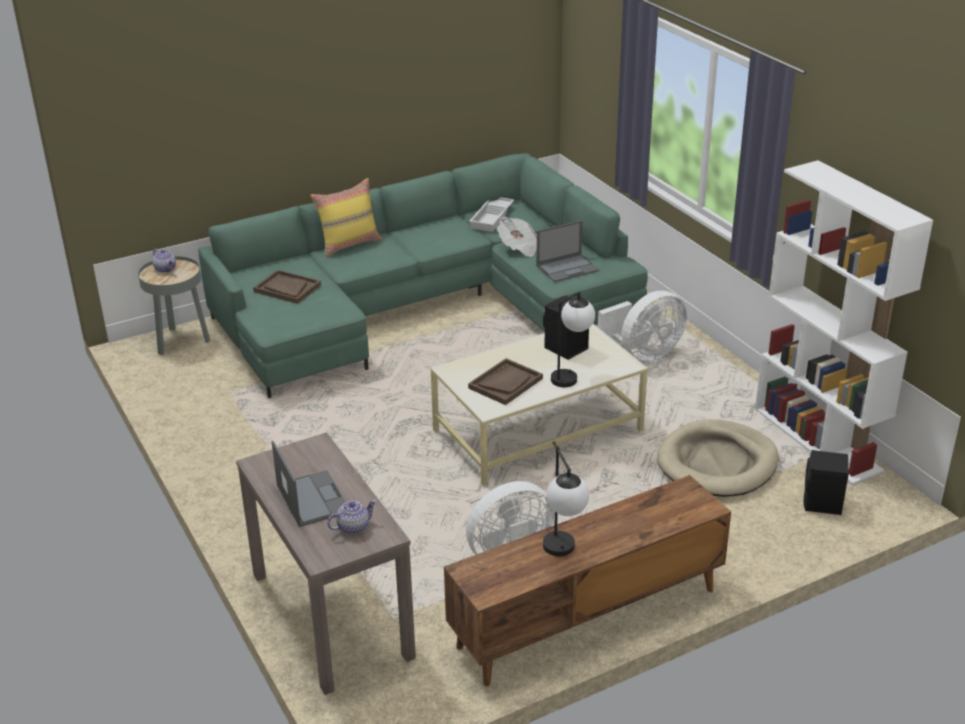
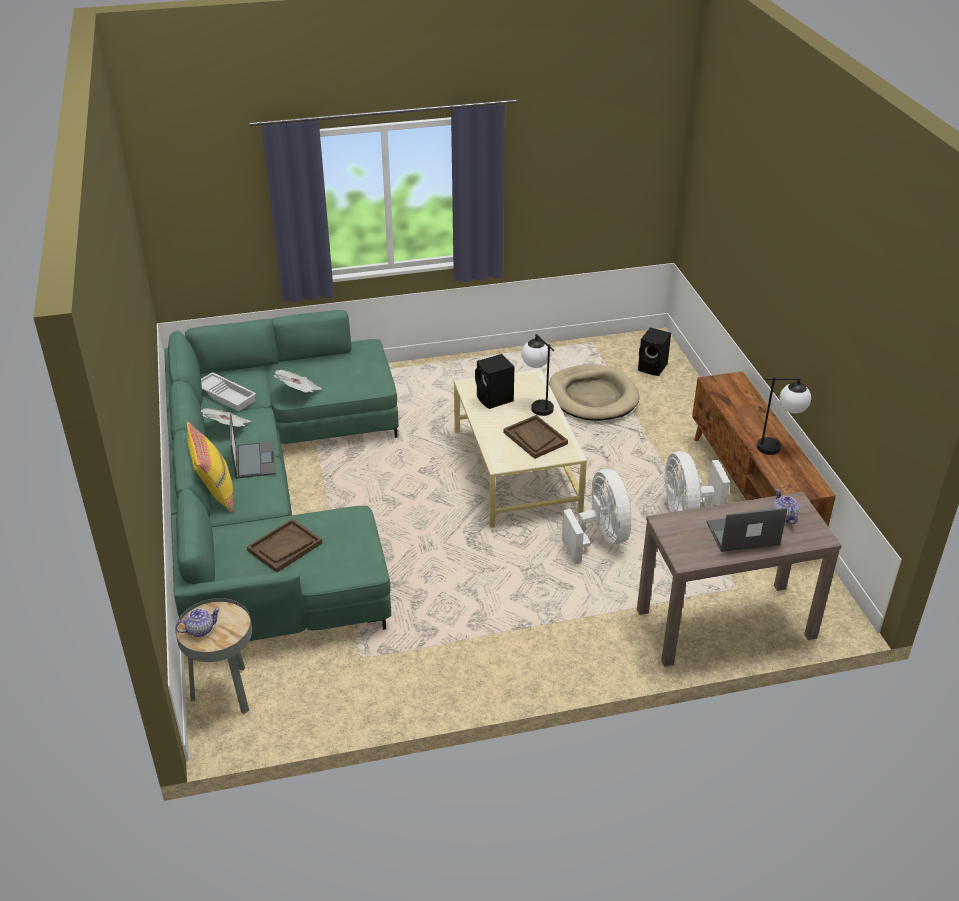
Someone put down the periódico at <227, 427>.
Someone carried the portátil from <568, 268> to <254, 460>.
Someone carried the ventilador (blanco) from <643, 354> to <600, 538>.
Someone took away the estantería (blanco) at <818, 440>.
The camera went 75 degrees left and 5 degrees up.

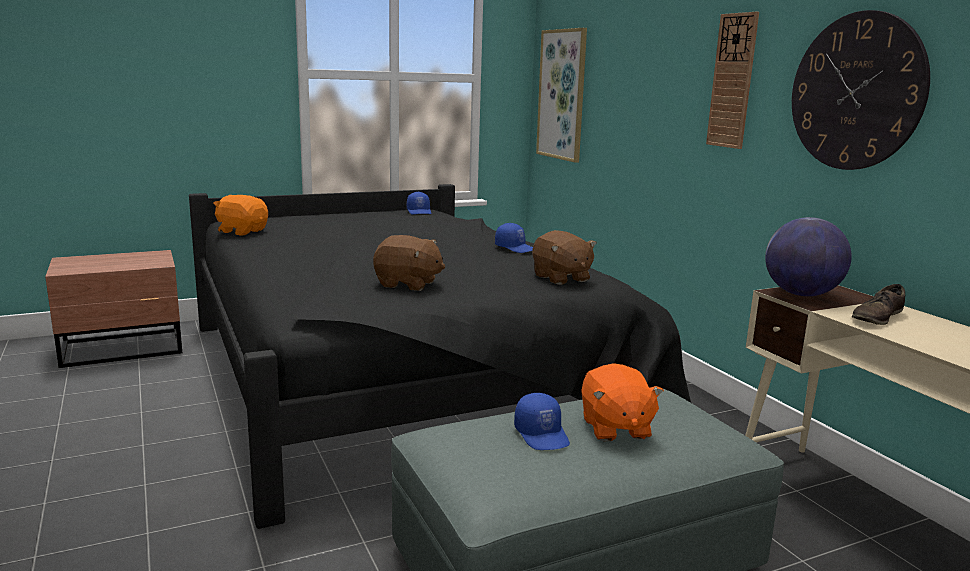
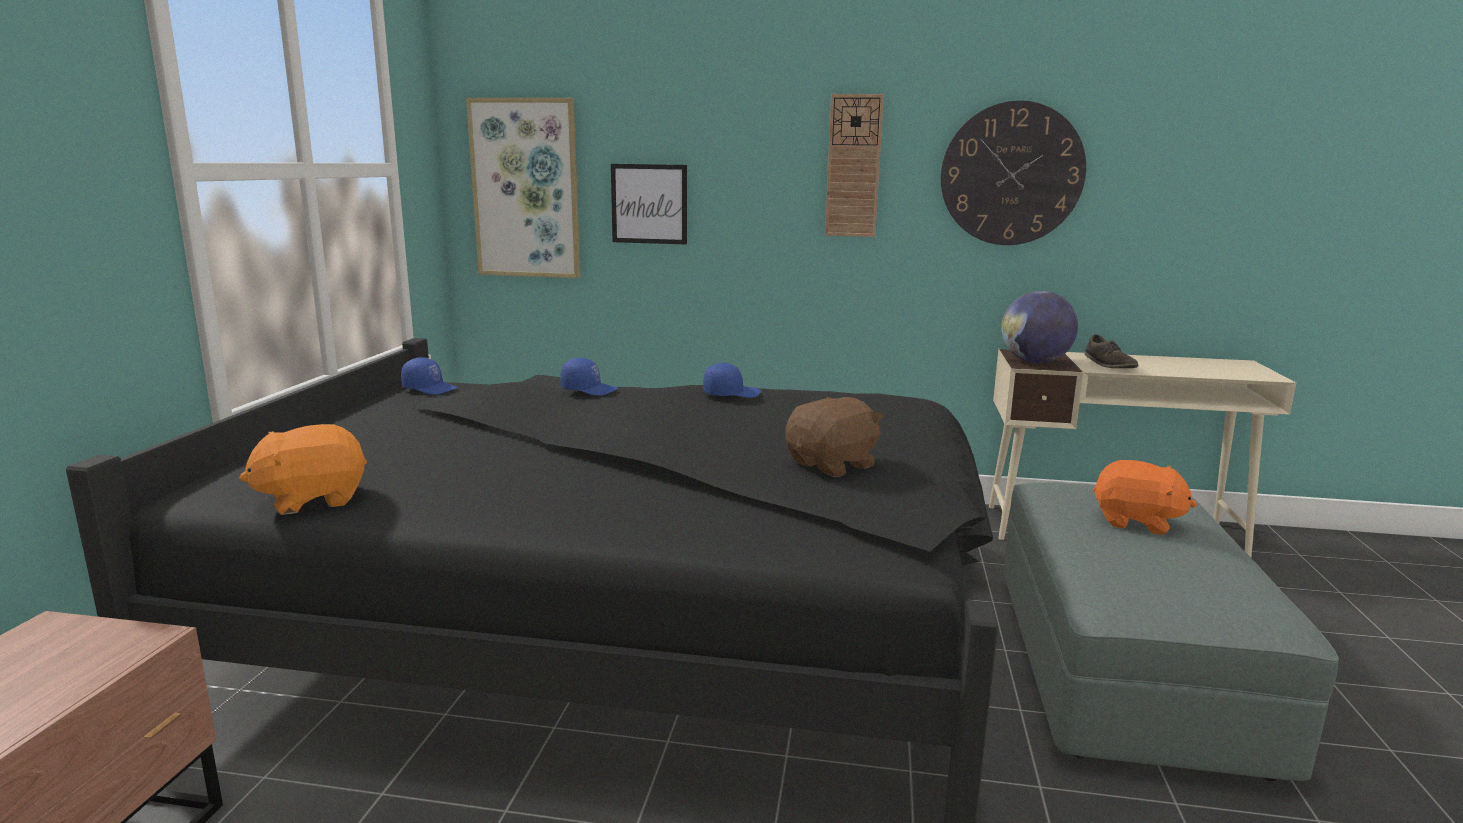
Someone carried the gorra (azul) from <542, 435> to <589, 389>.
Someone put up the cuadro at <649, 204>.
Someone took away the peluche (marrón) at <561, 278>.
The camera went 55 degrees left and 0 degrees up.

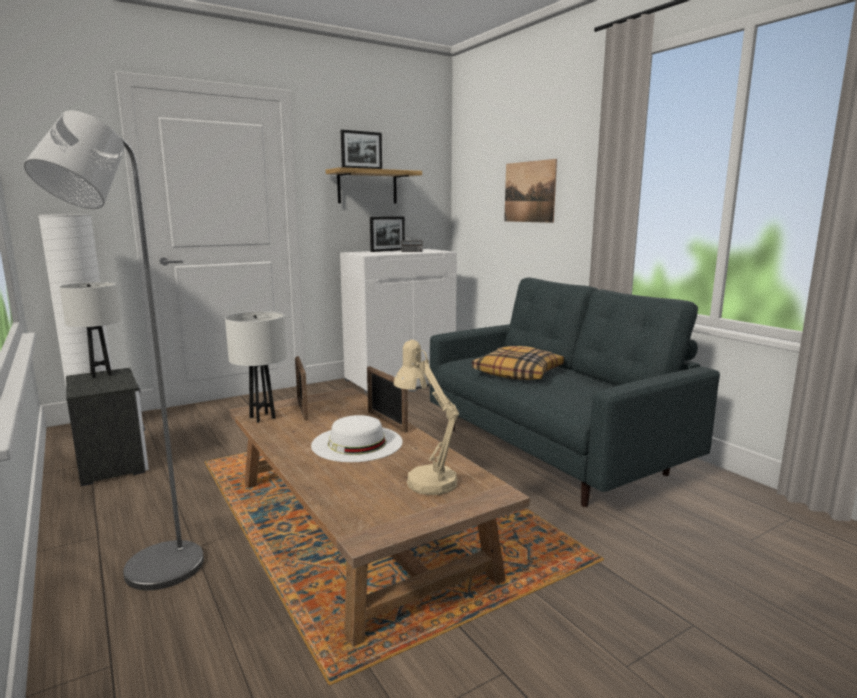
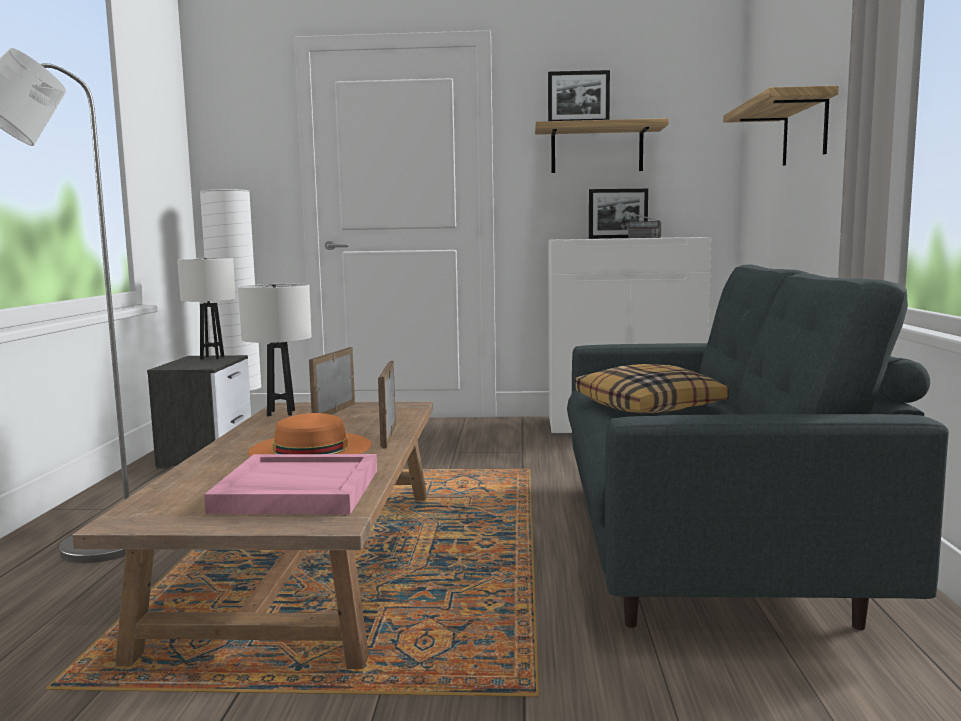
Someone swapped the lámpara de mesa (beis) at <426, 478> for the bandeja (rosa) at <296, 491>.
Someone repainted the sombrero (blanco) at <357, 443>, which became the sombrero (naranja) at <310, 448>.
Someone swapped the cuadro at <529, 192> for the estante at <805, 130>.
The camera went 35 degrees right and 5 degrees down.

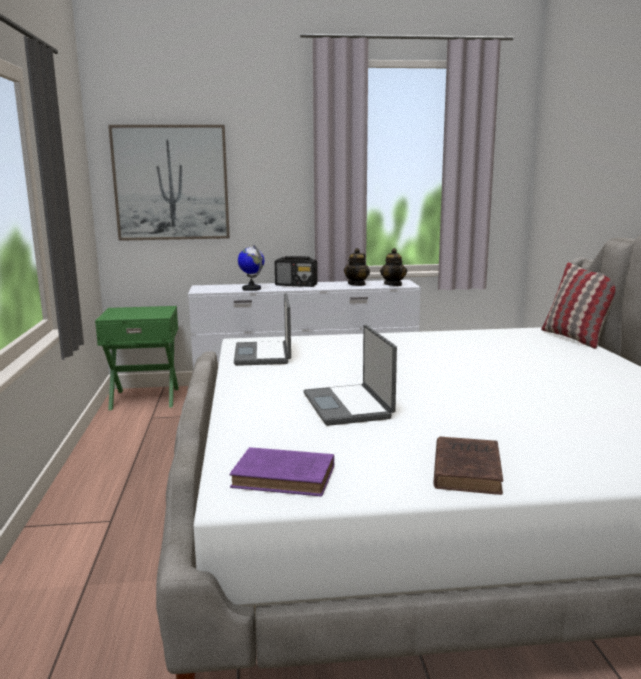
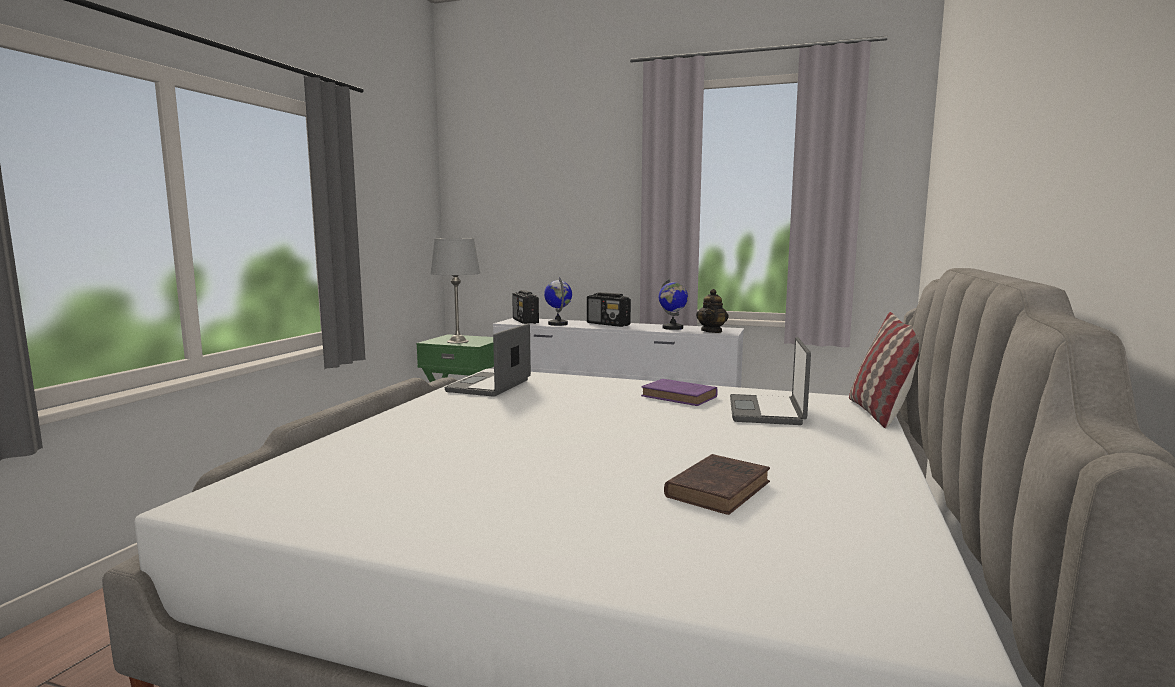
Someone put down the lámpara de mesa (gris) at <458, 341>.
Someone put down the radio at <525, 321>.
Someone carried the libro (morado) from <286, 477> to <680, 397>.
Someone swapped the tetera at <357, 284> for the globo terráqueo at <672, 328>.
Someone carried the libro (marrón) from <466, 469> to <719, 488>.
Someone carried the portátil from <349, 406> to <767, 411>.
Someone took away the cuadro at <171, 183>.
The camera went 25 degrees right and 5 degrees down.

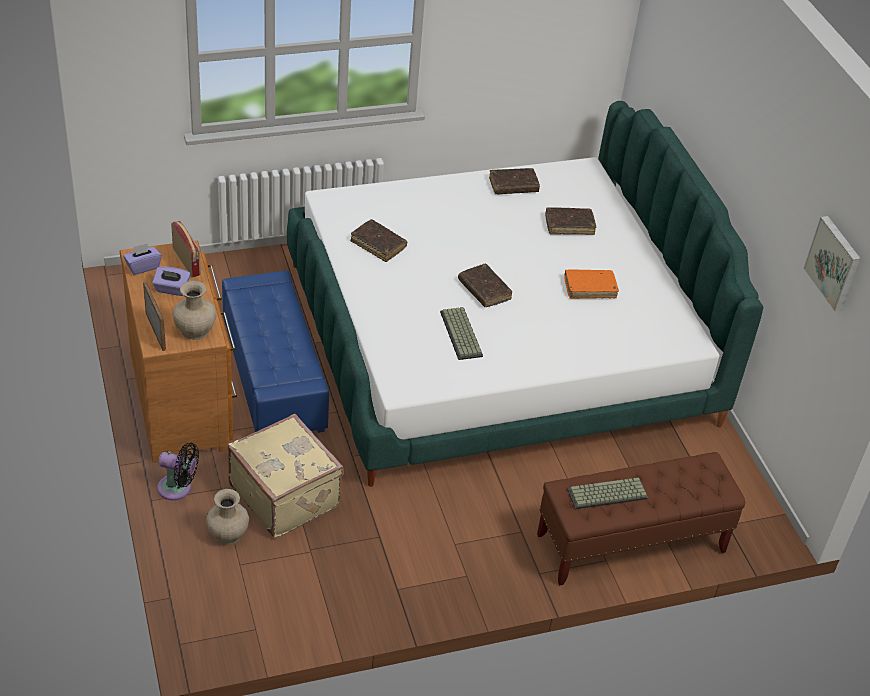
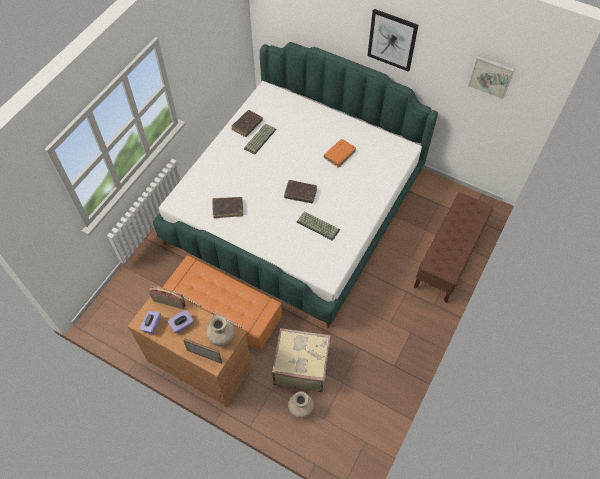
Someone repainted the puf (azul) at <274, 375>, which became the puf (naranja) at <225, 310>.
Someone carried the teclado from <607, 495> to <260, 139>.
Someone put up the cuadro at <392, 40>.
Someone took away the ventilador (negro) at <178, 488>.
Someone took away the libro (marrón) at <569, 225>.
The camera went 40 degrees left and 15 degrees up.

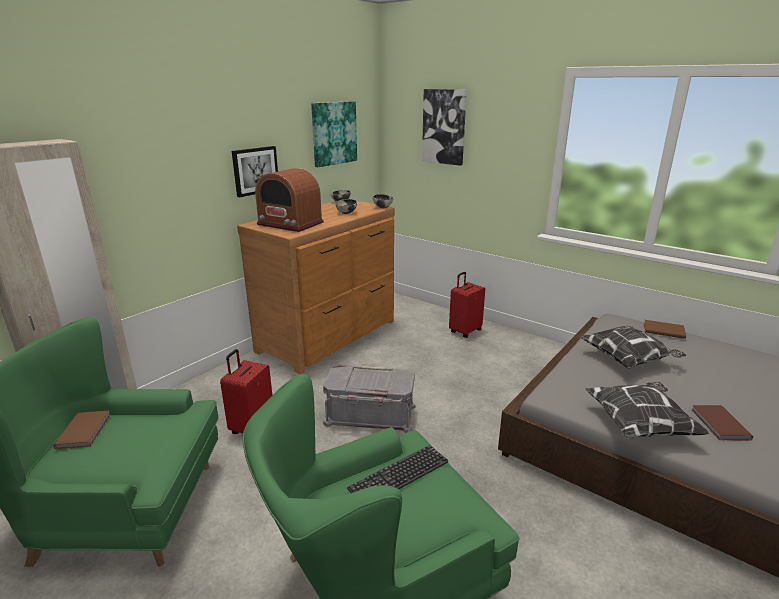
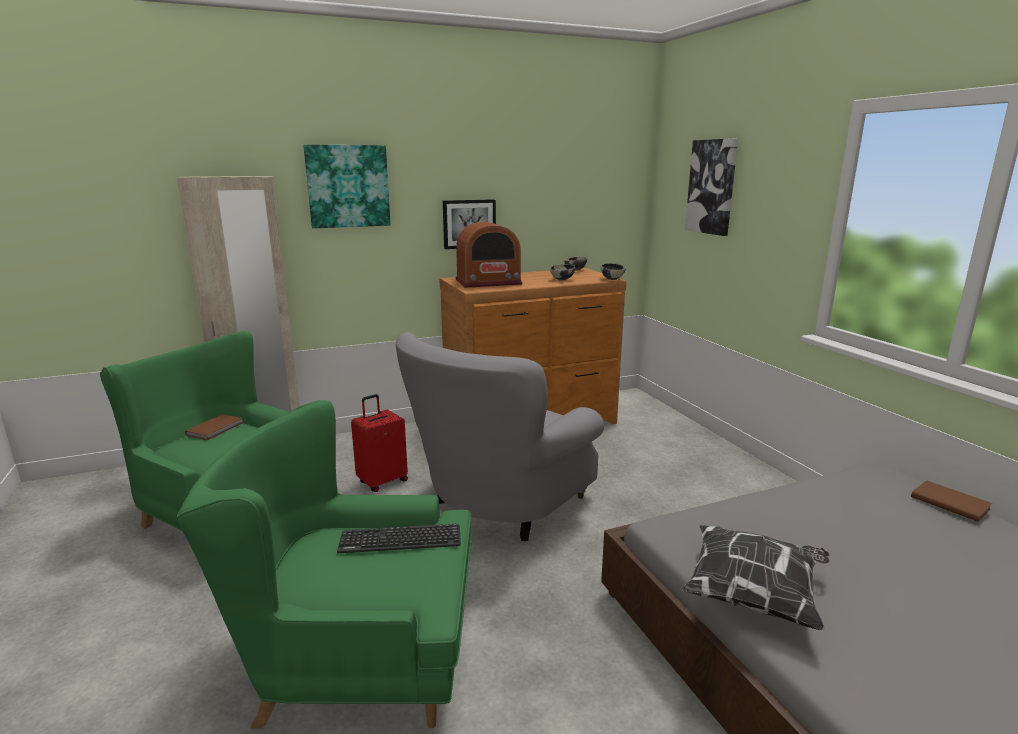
Someone carried the cuadro from <333, 133> to <348, 186>.
Someone swapped the caja de almacenaje (gris) at <370, 415> for the sillón (gris) at <499, 506>.
Someone rotated the radio at <290, 223> by 75 degrees counterclockwise.
Someone took away the maleta (rojo) at <464, 331>.
Someone took away the cojín at <628, 360>.
Someone took away the libro (marrón) at <719, 424>.
The camera went 30 degrees right and 5 degrees down.

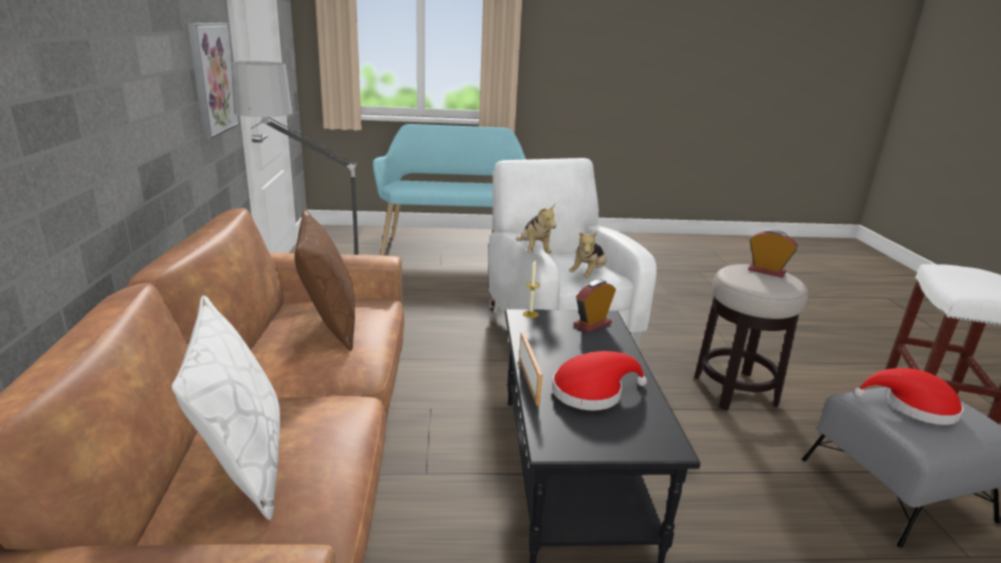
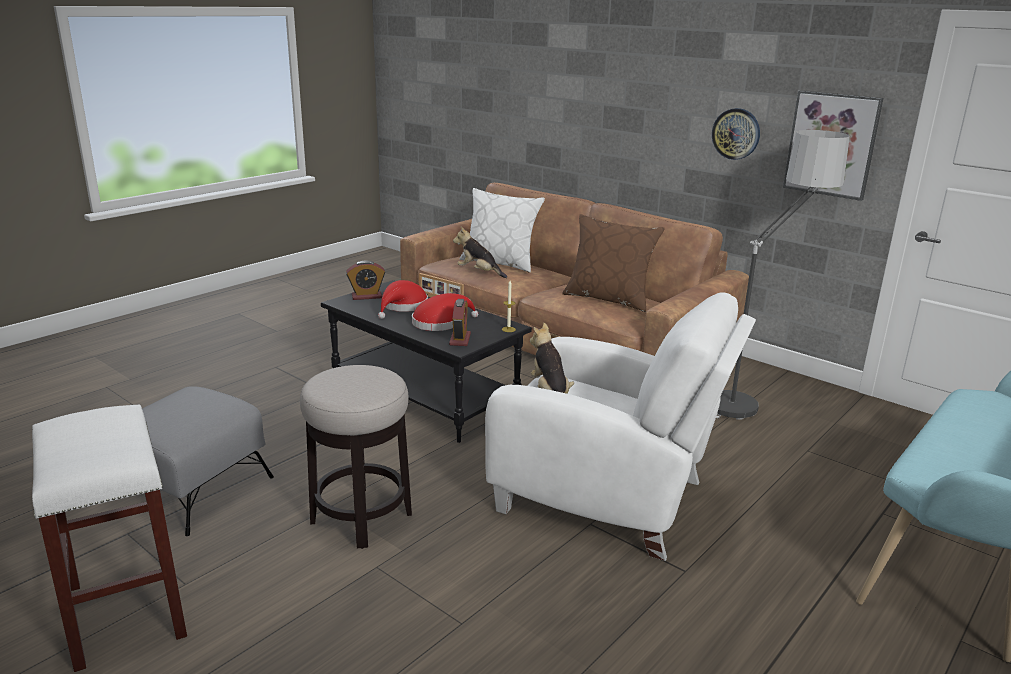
Someone carried the despertador from <766, 271> to <366, 296>.
Someone carried the sombrero (rojo) from <913, 407> to <440, 323>.
Someone carried the peluche from <534, 251> to <479, 272>.
Someone put up the reloj de pared at <736, 134>.
The camera went 135 degrees right and 0 degrees up.

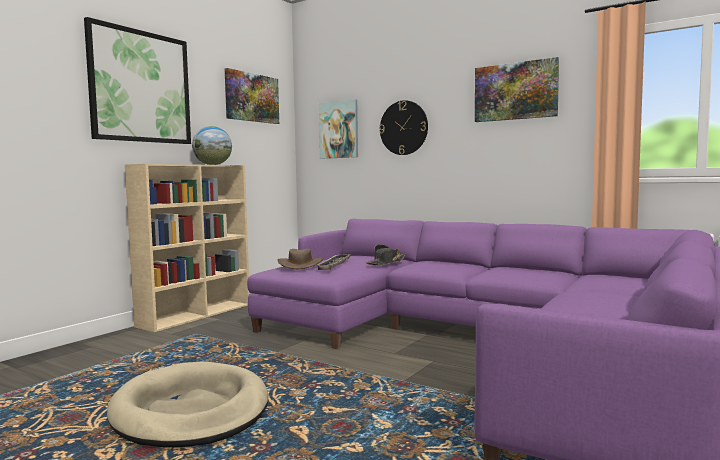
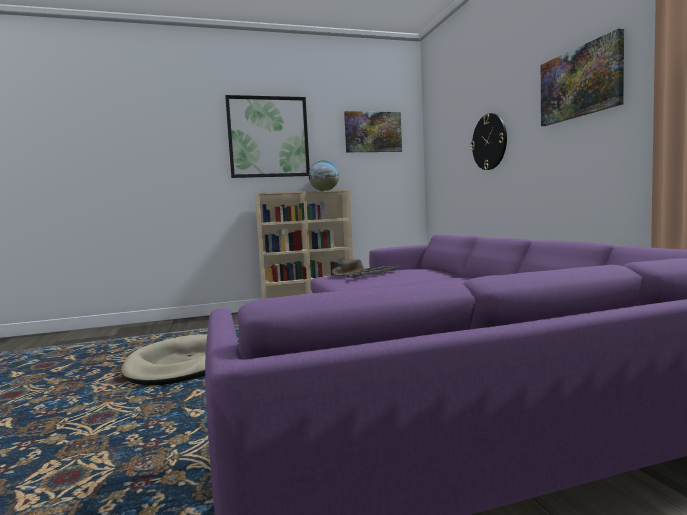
Someone took away the cuadro at <339, 130>.
Someone took away the sombrero (negro) at <386, 262>.
The camera went 40 degrees right and 0 degrees up.

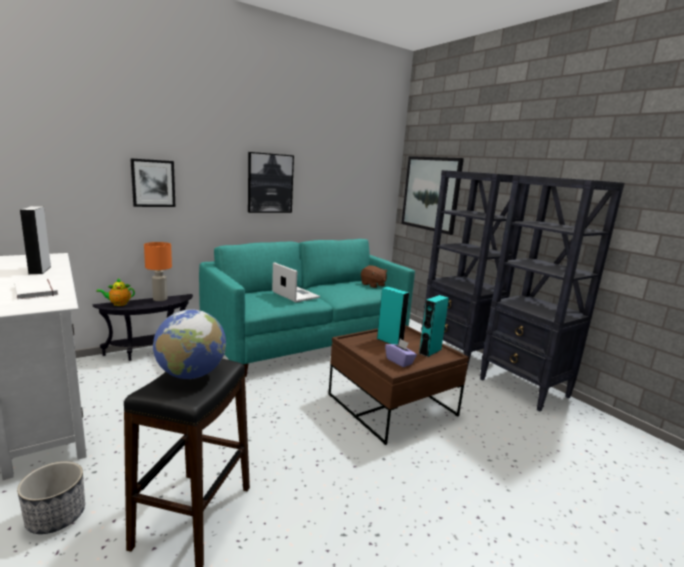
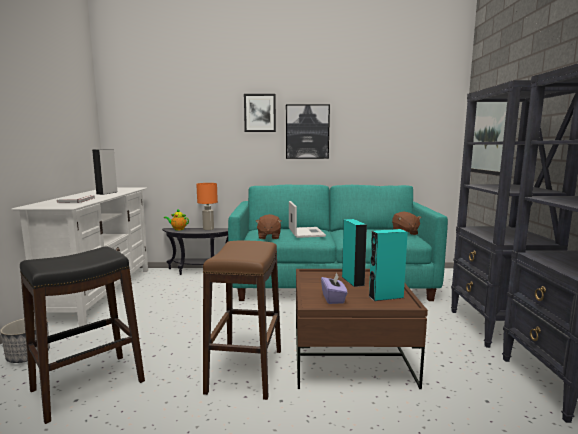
Someone put down the taburete (marrón) at <245, 370>.
Someone carried the cuadro from <153, 183> to <260, 113>.
Someone put down the peluche (marrón) at <268, 237>.
Someone took away the globo terráqueo at <191, 375>.
The camera went 35 degrees right and 5 degrees down.

